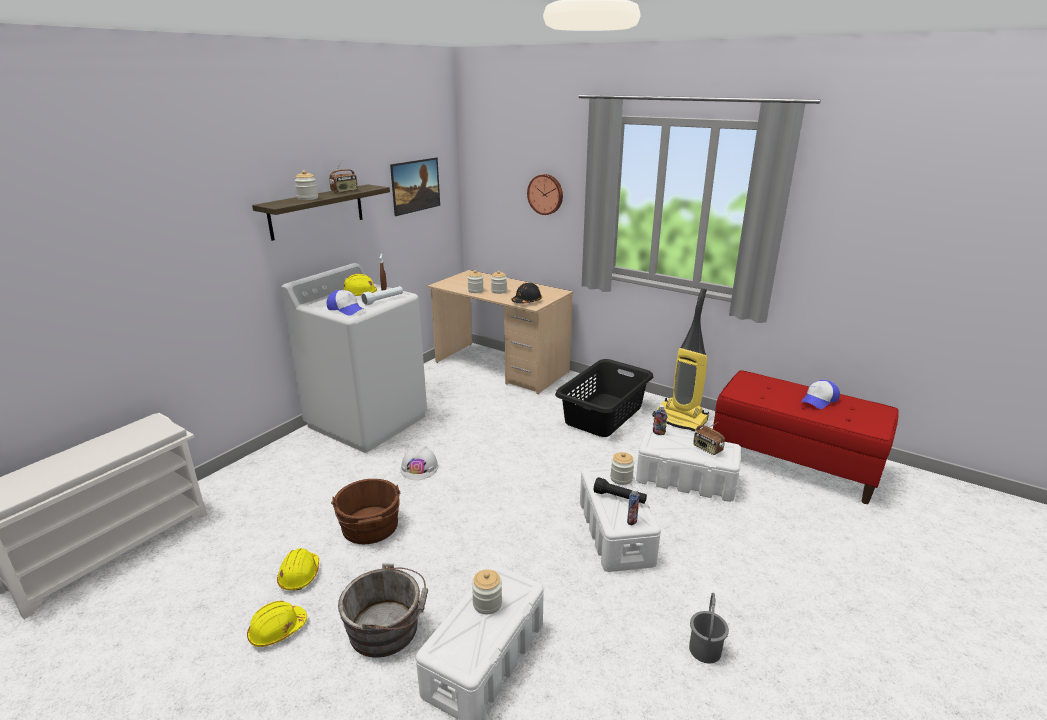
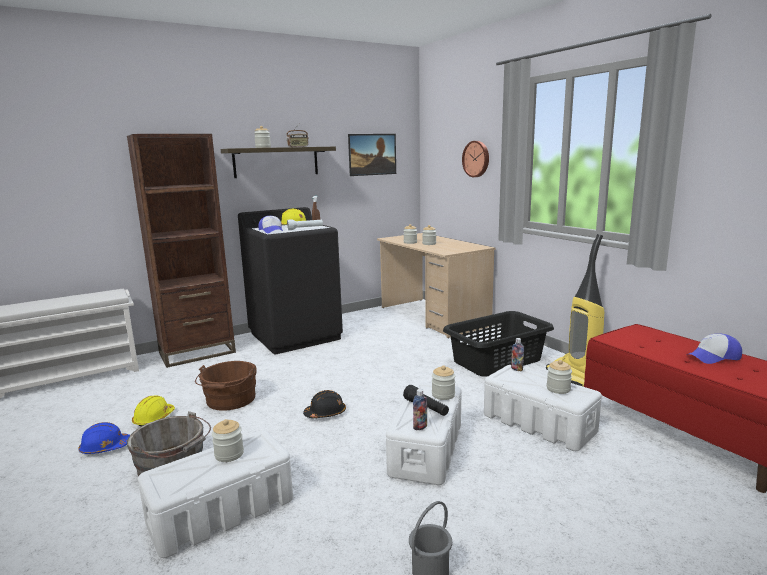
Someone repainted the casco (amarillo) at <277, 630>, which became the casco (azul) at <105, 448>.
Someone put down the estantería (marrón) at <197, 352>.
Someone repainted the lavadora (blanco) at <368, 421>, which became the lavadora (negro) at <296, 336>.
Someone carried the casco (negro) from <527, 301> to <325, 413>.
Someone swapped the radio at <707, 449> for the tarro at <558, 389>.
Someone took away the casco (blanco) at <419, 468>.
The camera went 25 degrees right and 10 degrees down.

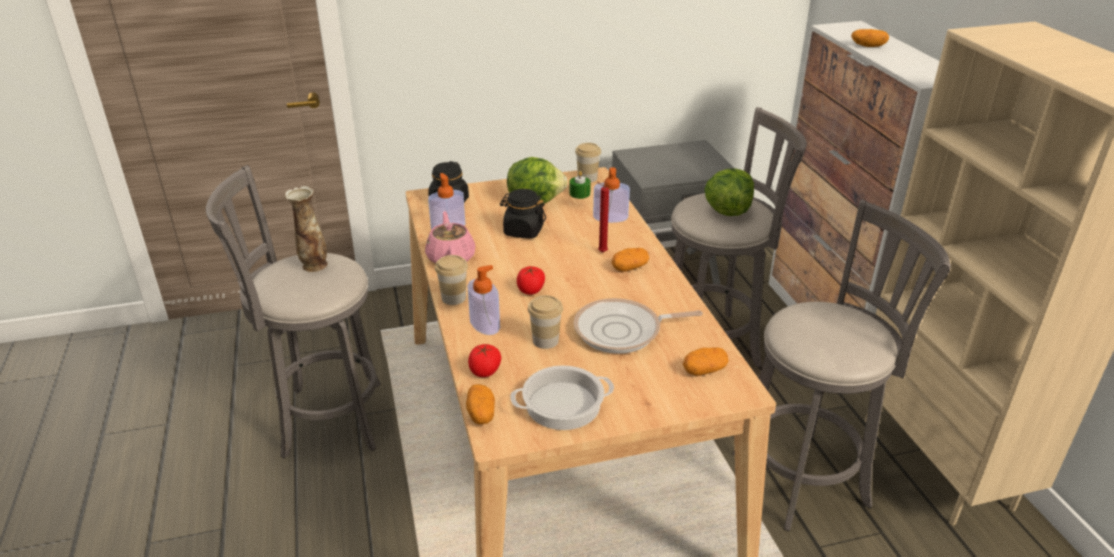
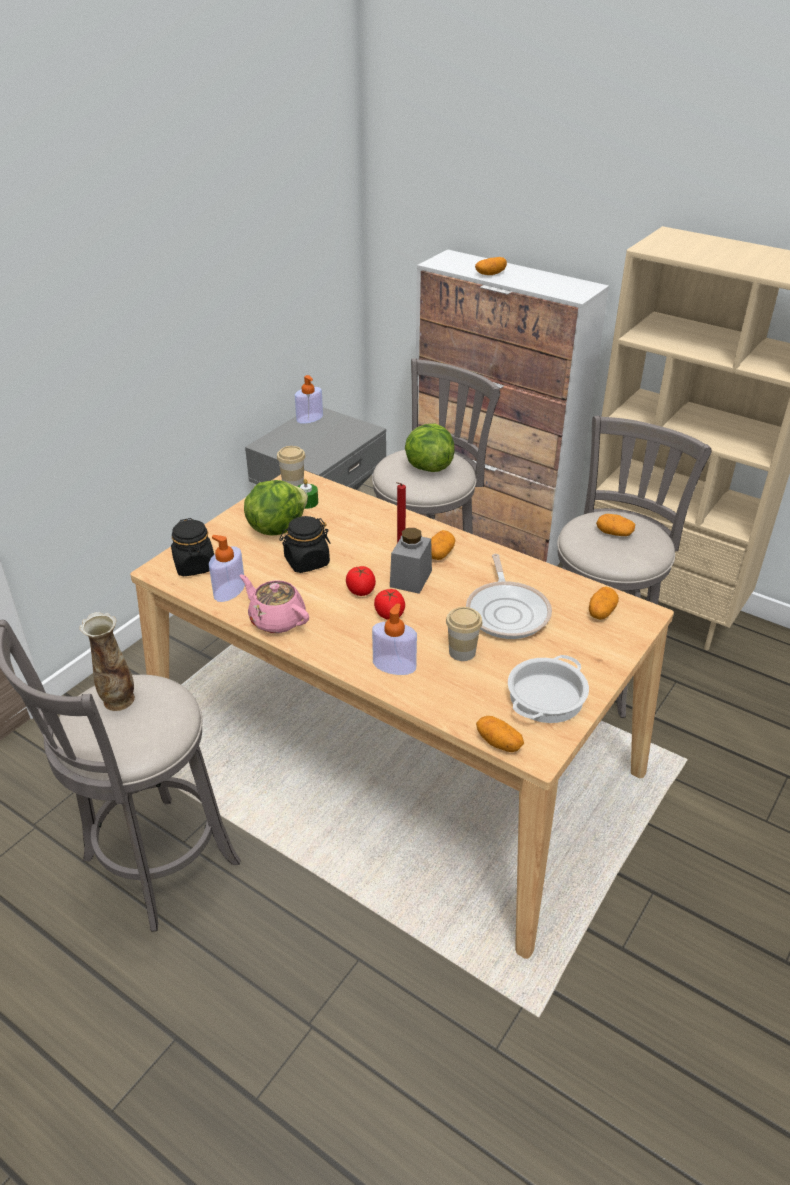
Someone carried the dispensador de jabón from <610, 217> to <309, 418>.
Someone carried the tomate from <485, 371> to <361, 591>.
Someone put down the tarro (gris) at <411, 579>.
Someone rotated the sartén at <623, 331> by 45 degrees counterclockwise.
Someone put down the patata at <614, 533>.
Someone took away the taza at <453, 298>.
The camera went 40 degrees left and 5 degrees up.

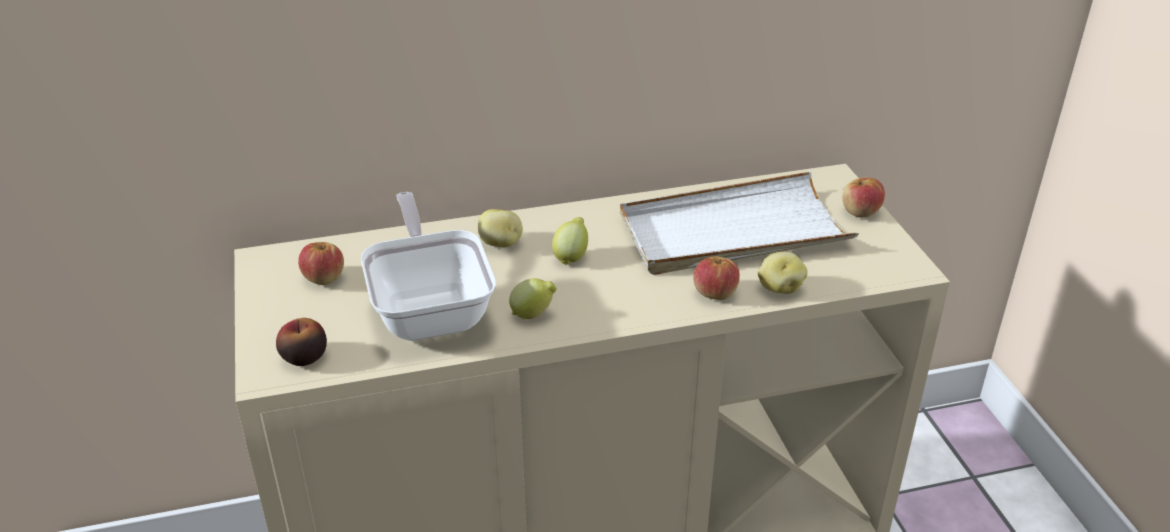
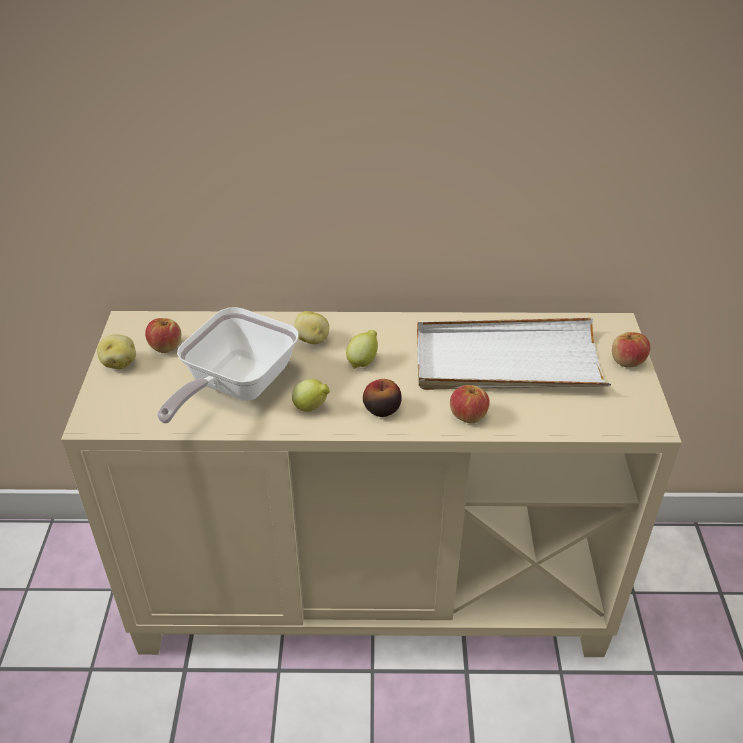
Someone carried the patata from <779, 288> to <119, 363>.
Someone rotated the sartén at <431, 308> by 150 degrees counterclockwise.
Someone carried the manzana from <304, 357> to <382, 409>.
The camera went 15 degrees right and 5 degrees up.

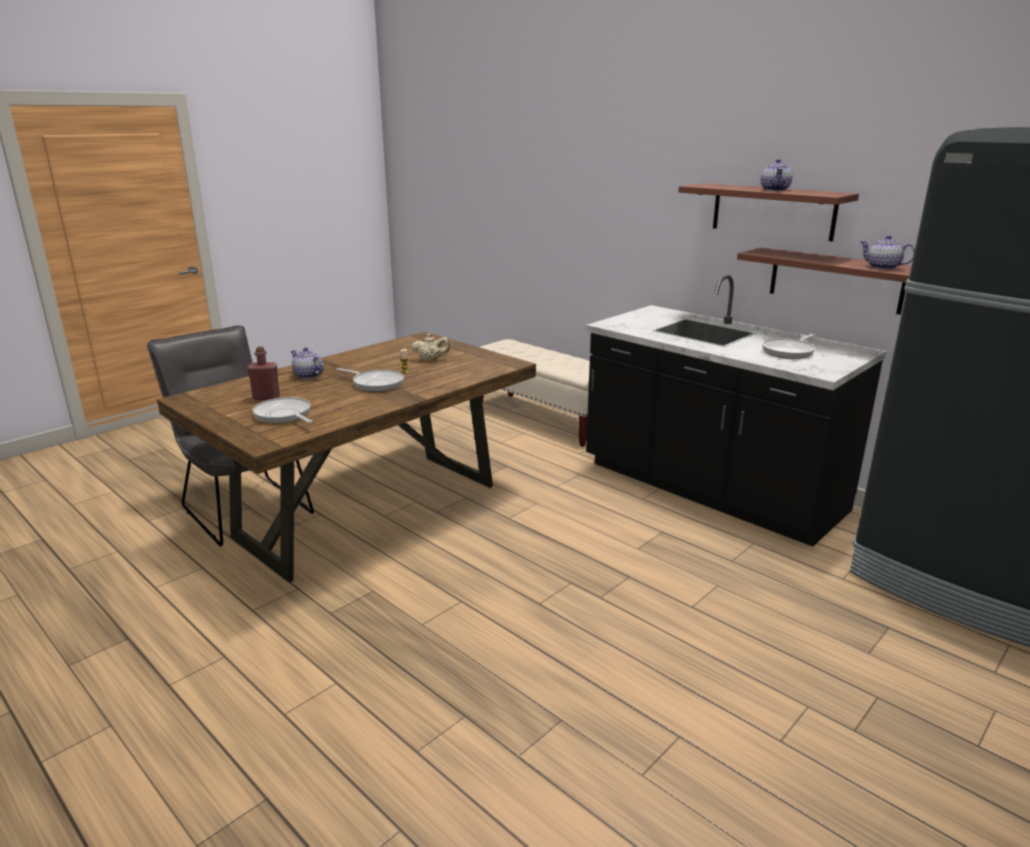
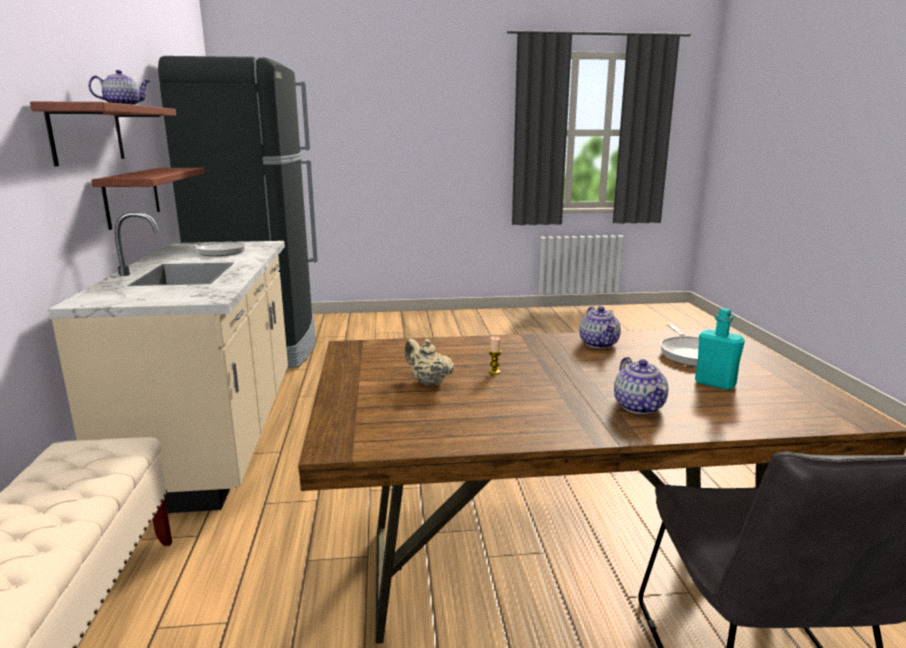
Someone repainted the mueble bajo de cocina (negro) at <710, 489>, which became the mueble bajo de cocina (beis) at <215, 435>.
Someone carried the tetera from <882, 267> to <599, 344>.
Someone repainted the botella (rojo) at <266, 397>, which became the botella (turquesa) at <715, 383>.
Someone took away the sartén at <376, 383>.
The camera went 140 degrees left and 5 degrees down.

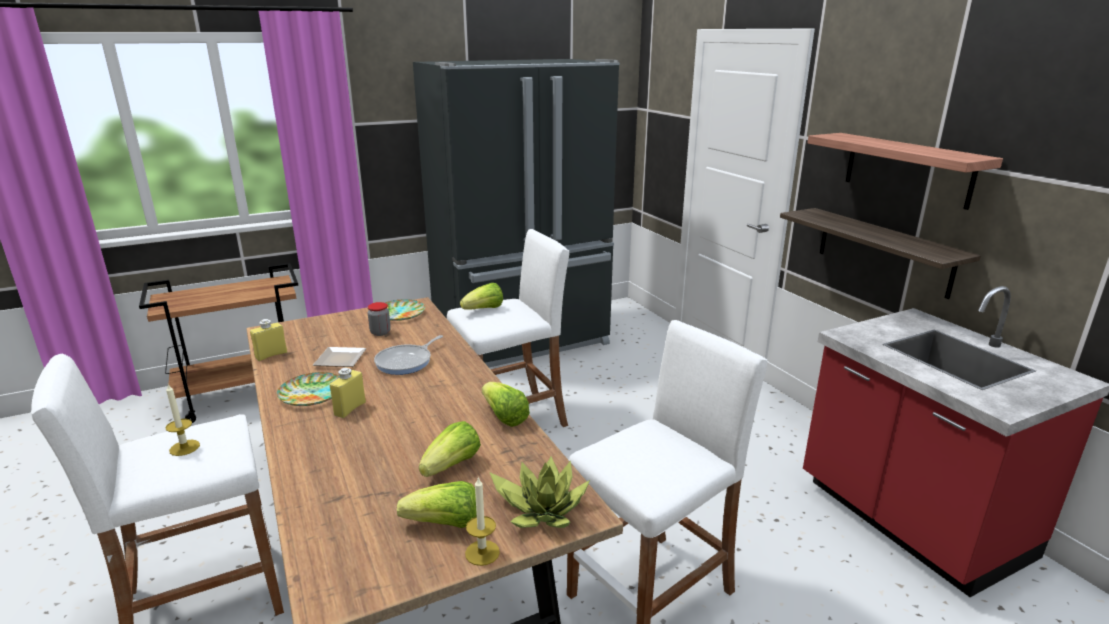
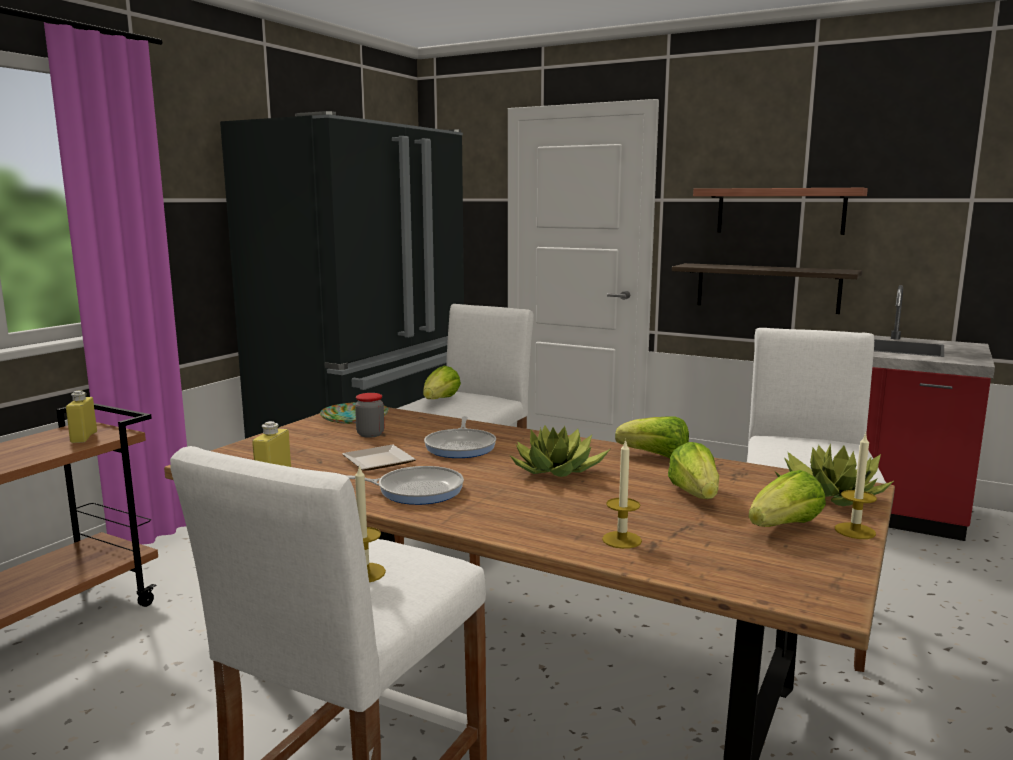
Someone carried the botella (amarillo) from <350, 409> to <84, 437>.
Someone swapped the plato at <312, 393> for the sartén at <415, 490>.
Someone put down the planta en maceta at <557, 470>.
Someone put down the vela at <621, 540>.
The camera went 35 degrees left and 10 degrees down.

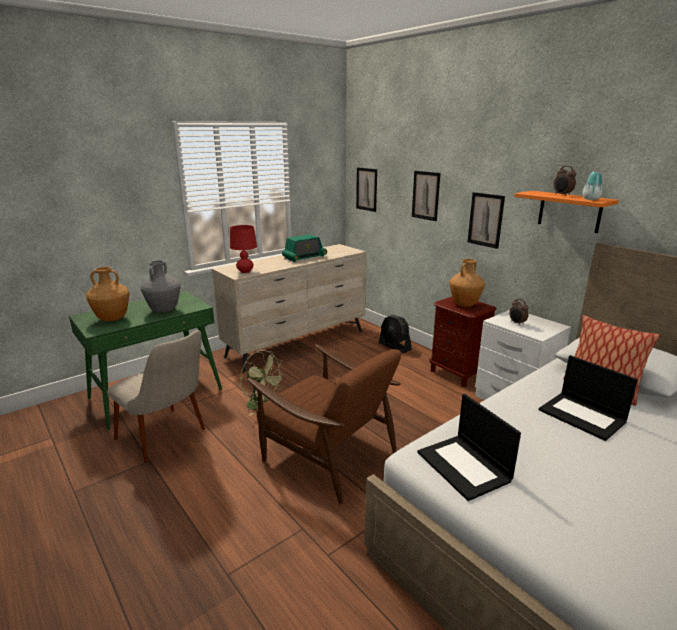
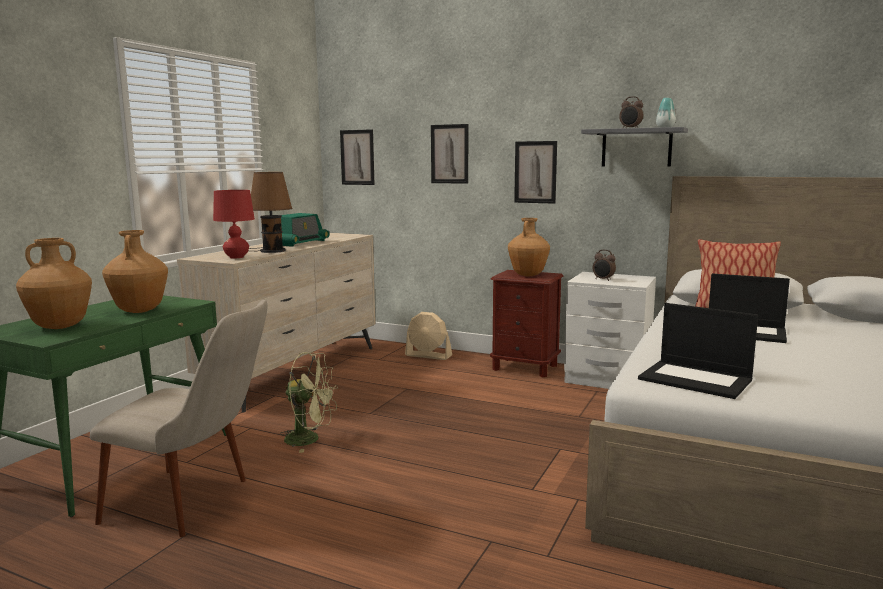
Someone repainted the florero (gris) at <164, 310>, which became the florero (marrón) at <139, 311>.
Someone put down the lámpara de mesa (marrón) at <271, 251>.
Someone repainted the ventilador (negro) at <394, 346>, which became the ventilador (beis) at <428, 356>.
Someone repainted the estante (naranja) at <569, 211>, which became the estante (gris) at <636, 148>.
Someone took away the sillón (marrón) at <327, 453>.
The camera went 25 degrees left and 10 degrees down.

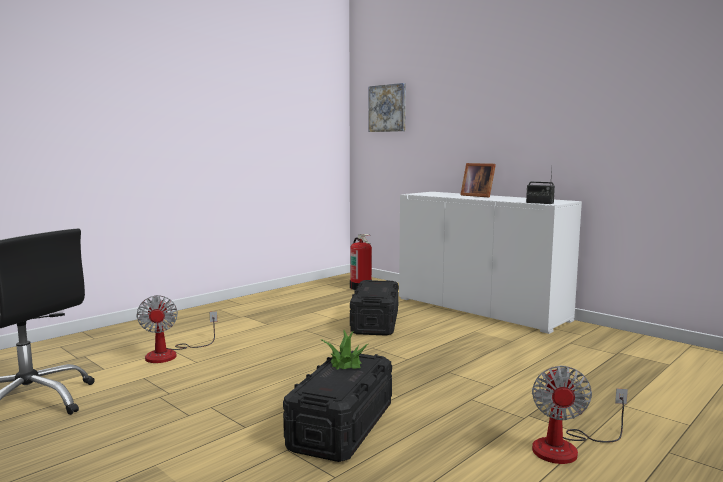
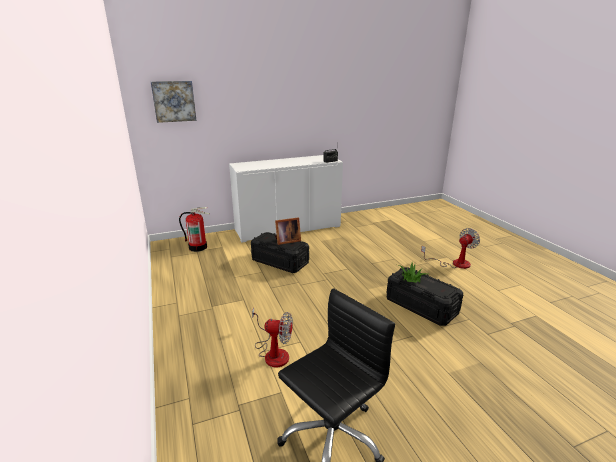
Someone carried the portarretratos from <477, 196> to <286, 241>.
Someone rotated the ventilador at <567, 447> by 75 degrees counterclockwise.
The camera went 65 degrees left and 15 degrees up.

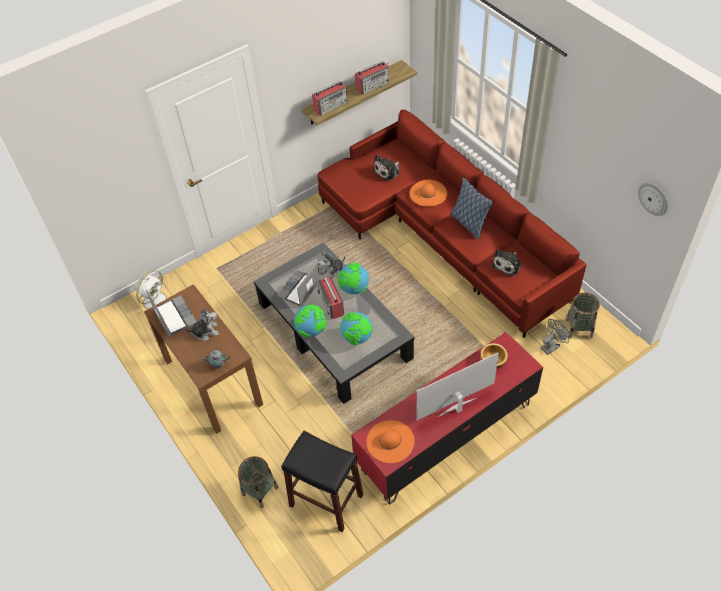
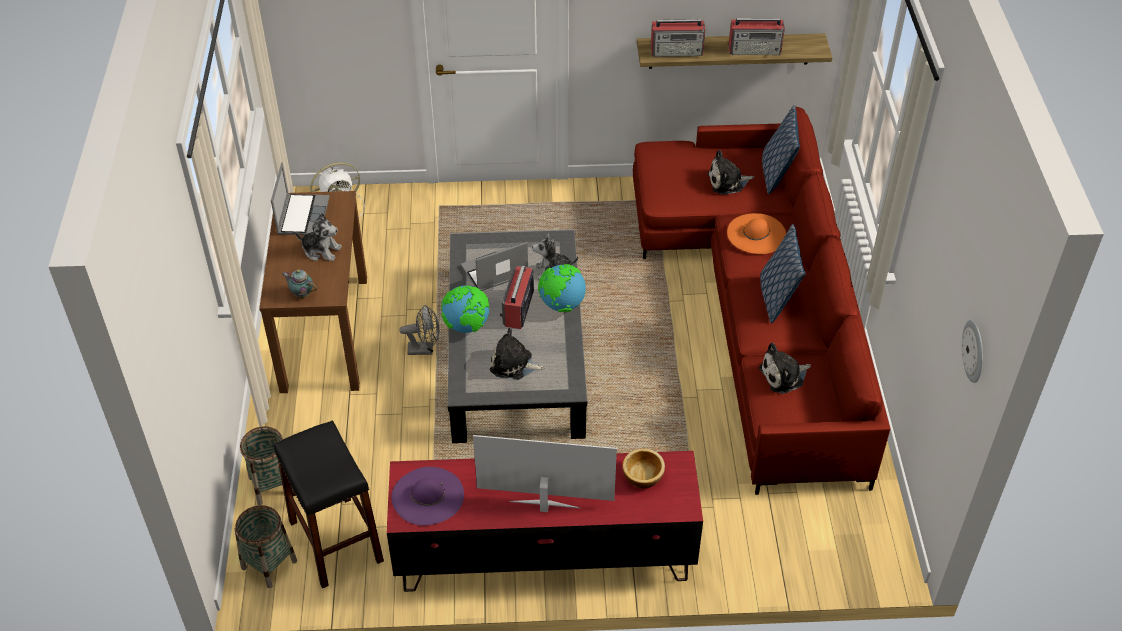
Someone carried the cesta from <579, 328> to <269, 564>.
Someone repainted the sombrero (naranja) at <390, 441>, which became the sombrero (morado) at <427, 496>.
Someone carried the ventilador (gris) from <552, 346> to <425, 349>.
Someone swapped the globo terráqueo at <357, 338> for the peluche at <513, 364>.
Someone put down the cojín at <776, 173>.
The camera went 30 degrees right and 5 degrees down.

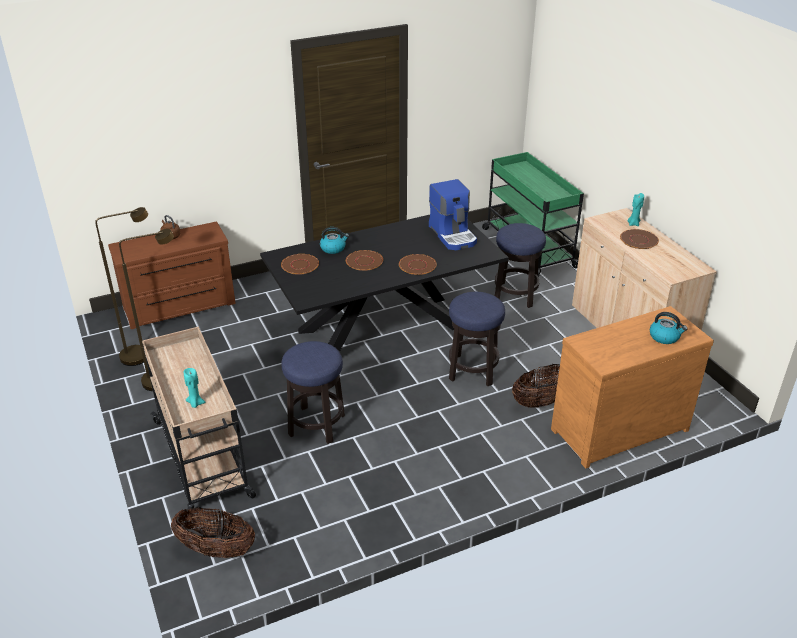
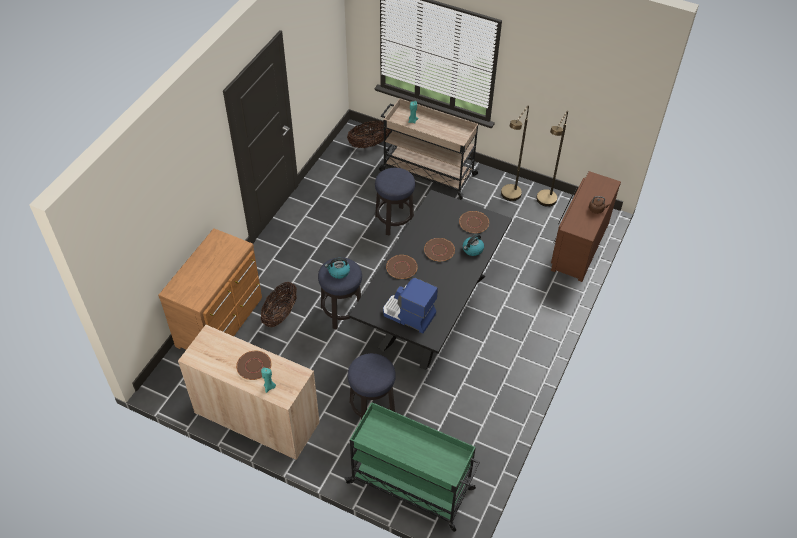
Someone carried the hervidor from <664, 337> to <338, 272>.
The camera went 140 degrees right and 15 degrees up.

